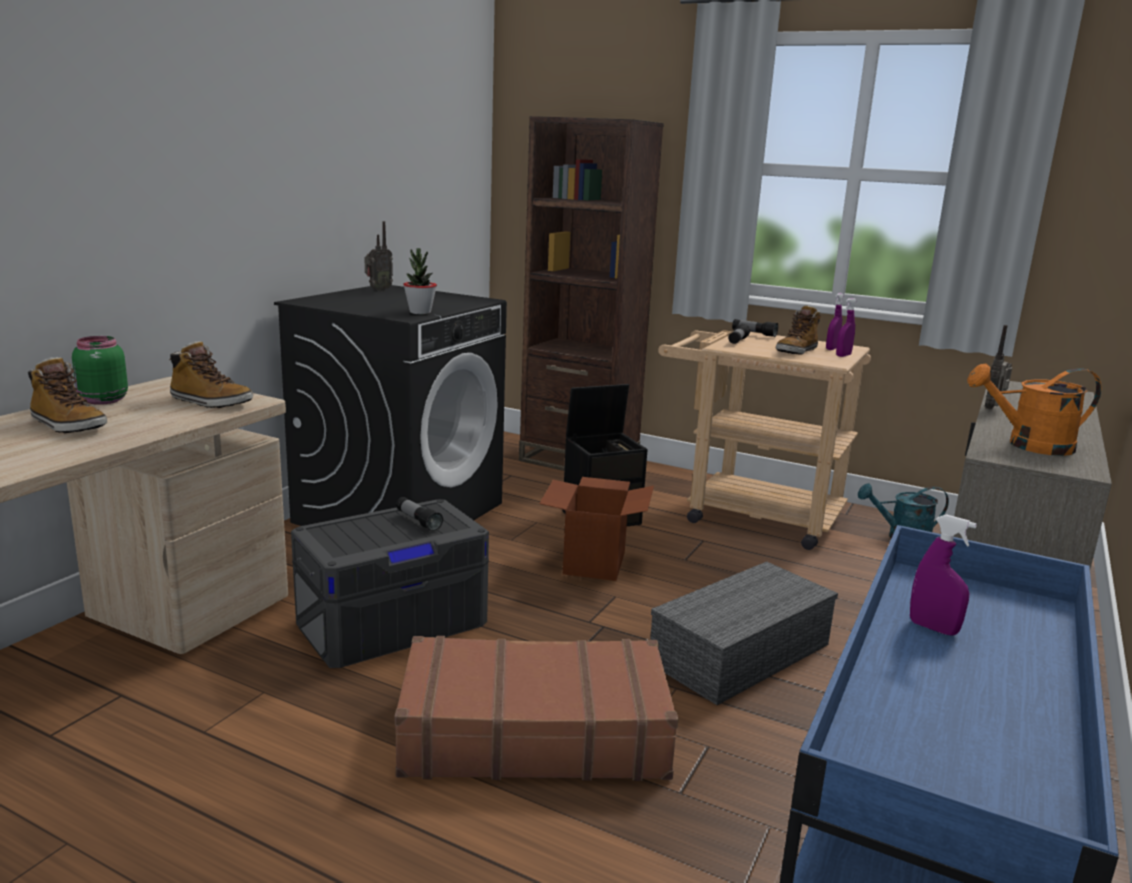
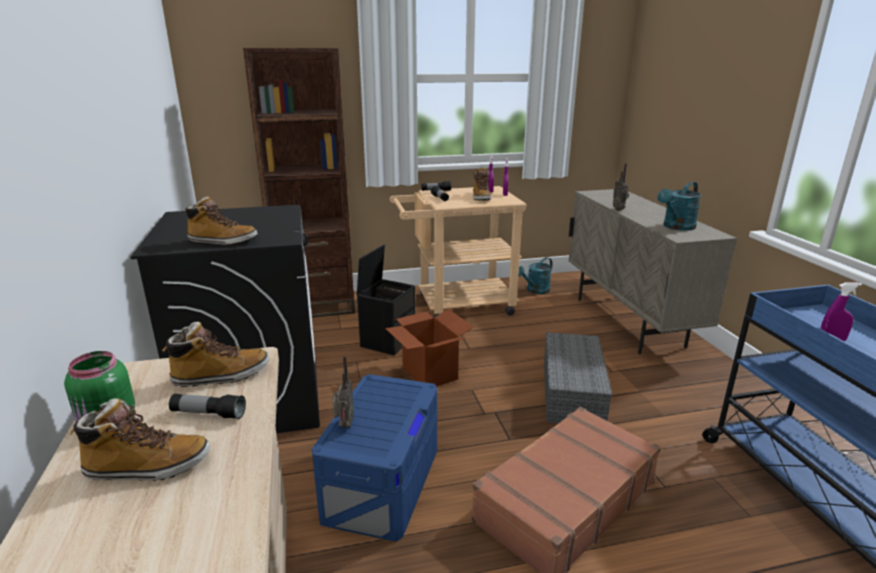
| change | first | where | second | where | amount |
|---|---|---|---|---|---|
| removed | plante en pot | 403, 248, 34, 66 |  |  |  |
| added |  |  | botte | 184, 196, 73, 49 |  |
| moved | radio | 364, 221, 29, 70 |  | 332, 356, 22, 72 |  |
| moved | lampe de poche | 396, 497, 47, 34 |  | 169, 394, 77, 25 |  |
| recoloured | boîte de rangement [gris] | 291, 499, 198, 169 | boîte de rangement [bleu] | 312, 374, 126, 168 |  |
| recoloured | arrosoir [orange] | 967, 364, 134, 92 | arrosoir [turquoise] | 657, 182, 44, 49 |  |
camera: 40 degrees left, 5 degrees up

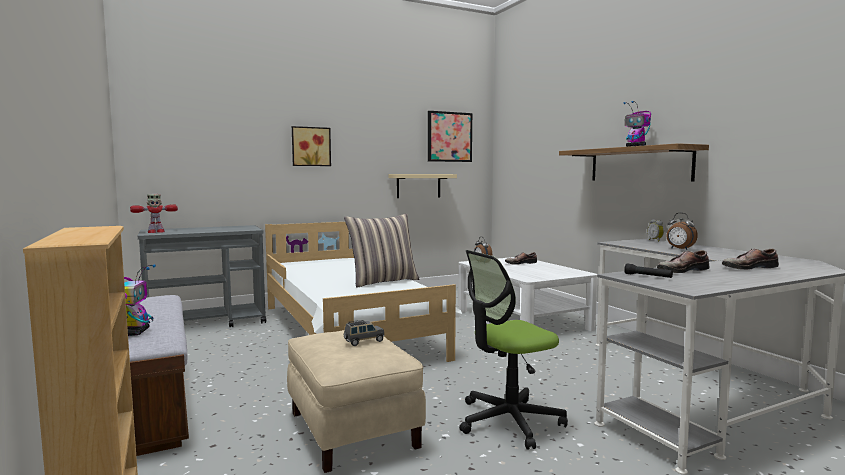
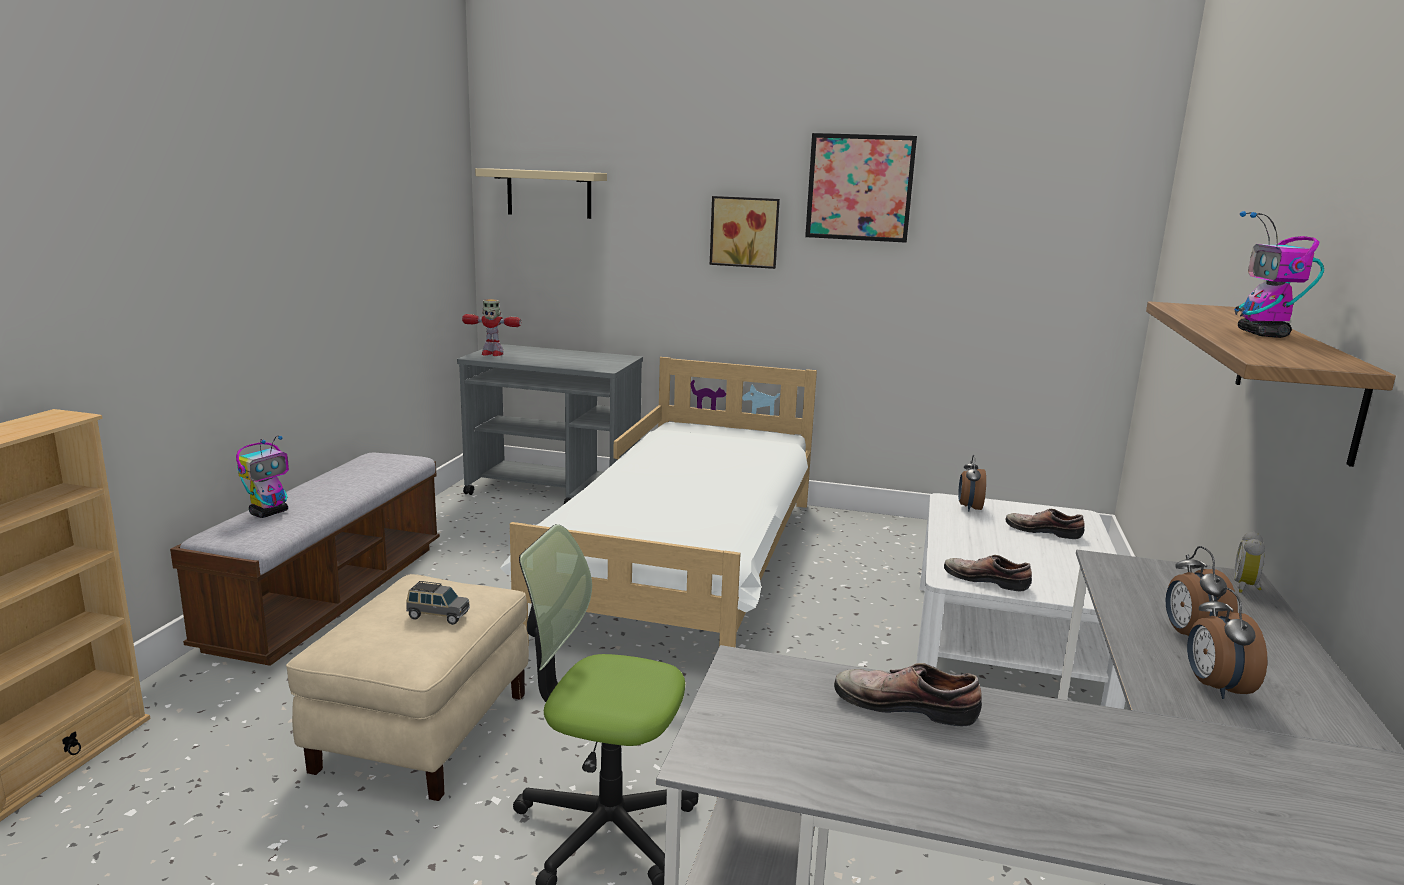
| change | first | where | second | where | amount |
|---|---|---|---|---|---|
| removed | coussin | 344, 214, 76, 74 |  |  |  |
| removed | lampe de poche [noir] | 624, 264, 49, 14 |  |  |  |
| added |  |  | réveil | 1187, 587, 80, 112 |  |
| moved | étagère [beige] | 389, 174, 68, 24 |  | 475, 168, 132, 51 |  |
| moved | tableau | 428, 111, 44, 51 |  | 805, 133, 112, 110 |  |
| moved | chaussure | 722, 249, 57, 21 |  | 944, 555, 88, 36 |  |
camera: 40 degrees right, 10 degrees up

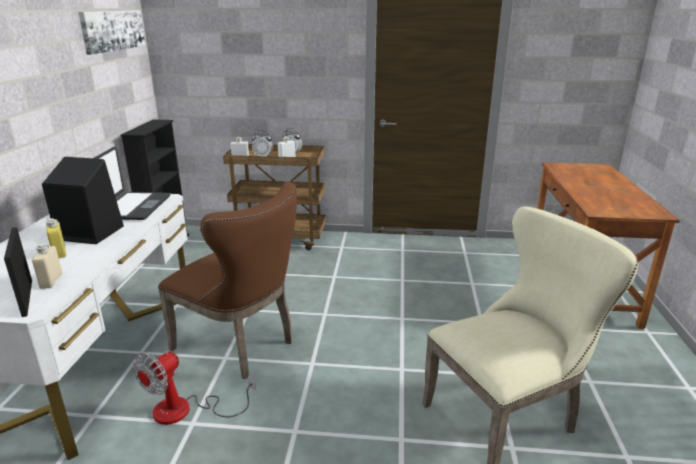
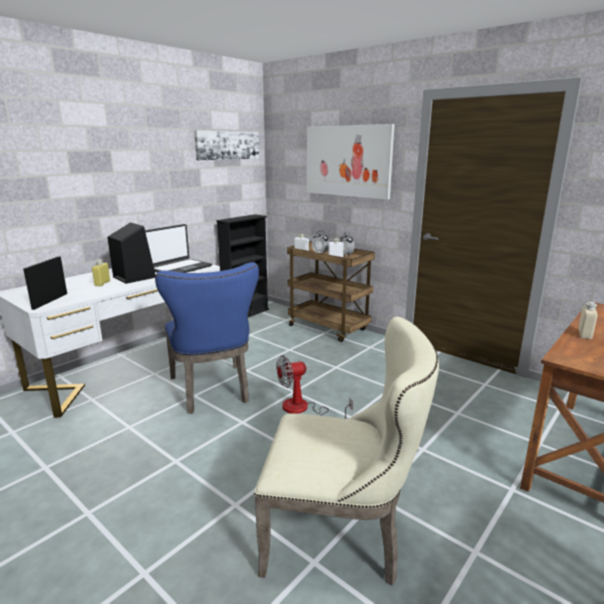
| change | first | where | second | where | amount |
|---|---|---|---|---|---|
| added |  |  | tableau | 307, 124, 88, 76 |  |
| moved | bouteille [beige] | 32, 243, 30, 46 |  | 578, 302, 20, 37 |  |
| moved | ventilateur | 133, 351, 123, 74 |  | 276, 355, 77, 64 |  |
| recoloured | chaise [marron] | 158, 181, 139, 198 | chaise [bleu] | 155, 262, 104, 152 |  |
camera: 35 degrees right, 5 degrees down

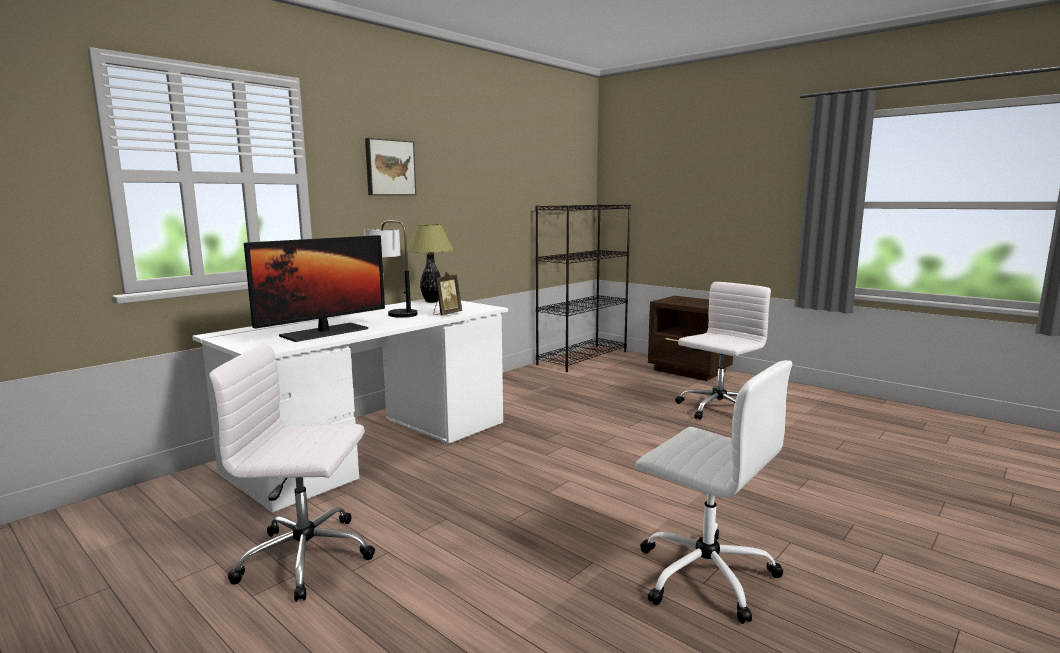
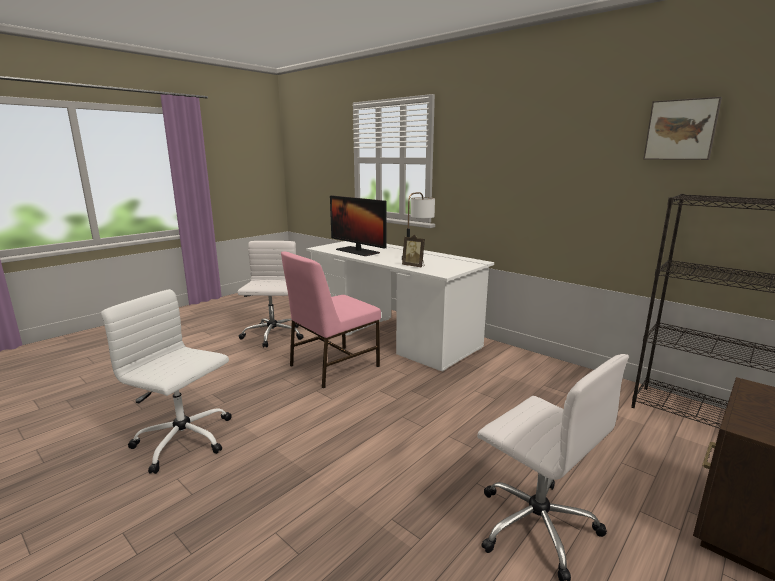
| change | first | where | second | where | amount |
|---|---|---|---|---|---|
| removed | lampe de table | 407, 224, 47, 79 |  |  |  |
| added |  |  | chaise [rose] | 281, 251, 100, 137 |  |
| moved | tableau | 365, 138, 51, 57 |  | 644, 97, 78, 63 |  |
| turned | chaise de bureau [blanc] | 635, 360, 157, 264 |  | 101, 289, 131, 185 | 75 degrees clockwise |
camera: 90 degrees right, 5 degrees up

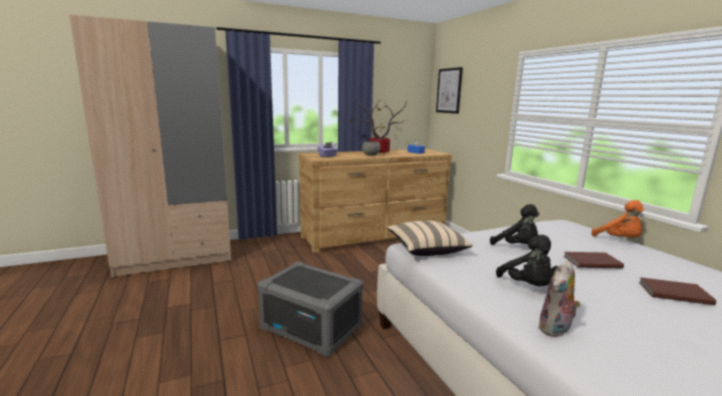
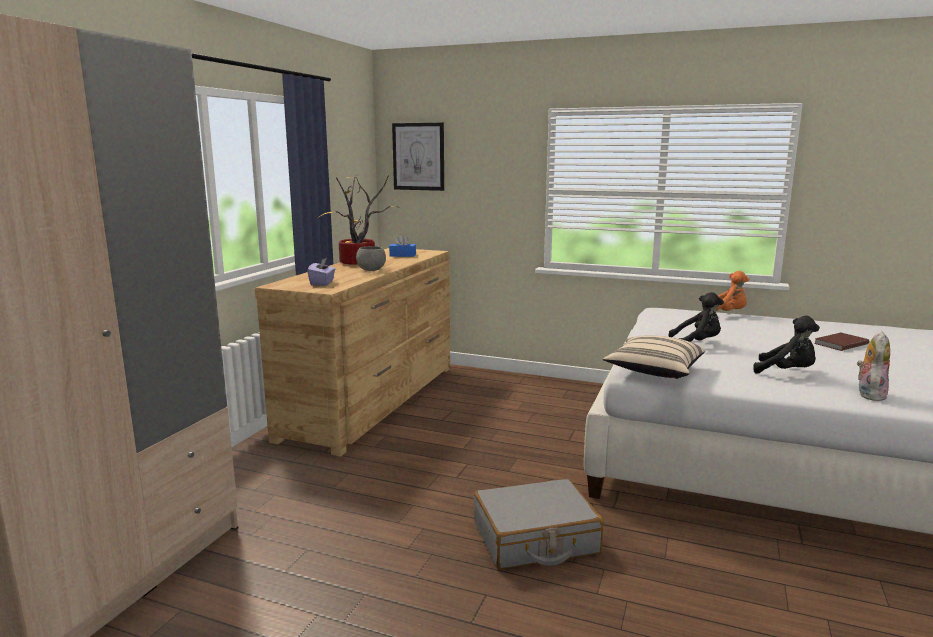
| change | first | where | second | where | amount |
|---|---|---|---|---|---|
| removed | livre [marron] | 563, 252, 61, 16 |  |  |  |
| replaced | boîte de rangement [gris] | 258, 261, 105, 96 | valise [gris] | 474, 479, 129, 90 |  |
| turned | peluche | 538, 260, 43, 78 |  | 857, 331, 33, 70 | 150 degrees counterclockwise |
camera: 45 degrees left, 0 degrees up

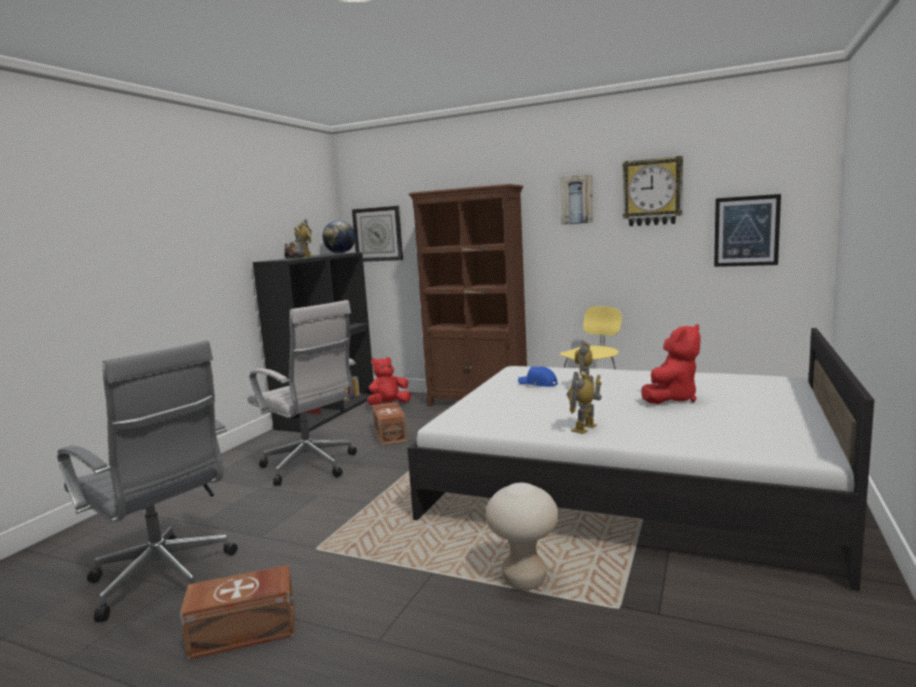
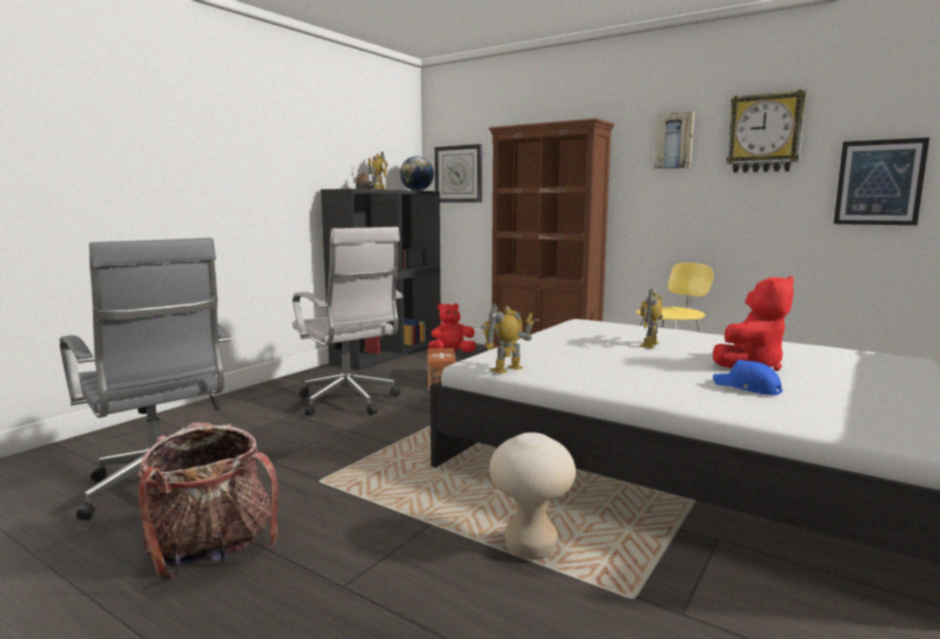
| change | first | where | second | where | amount |
|---|---|---|---|---|---|
| moved | casquette [bleu] | 518, 367, 40, 20 |  | 713, 360, 70, 35 |  |
| moved | robot jouet | 567, 372, 35, 62 |  | 481, 304, 53, 70 |  |
| replaced | boîte de rangement [marron] | 180, 565, 115, 95 | sac à dos | 138, 422, 140, 158 |  |
camera: 10 degrees right, 0 degrees up

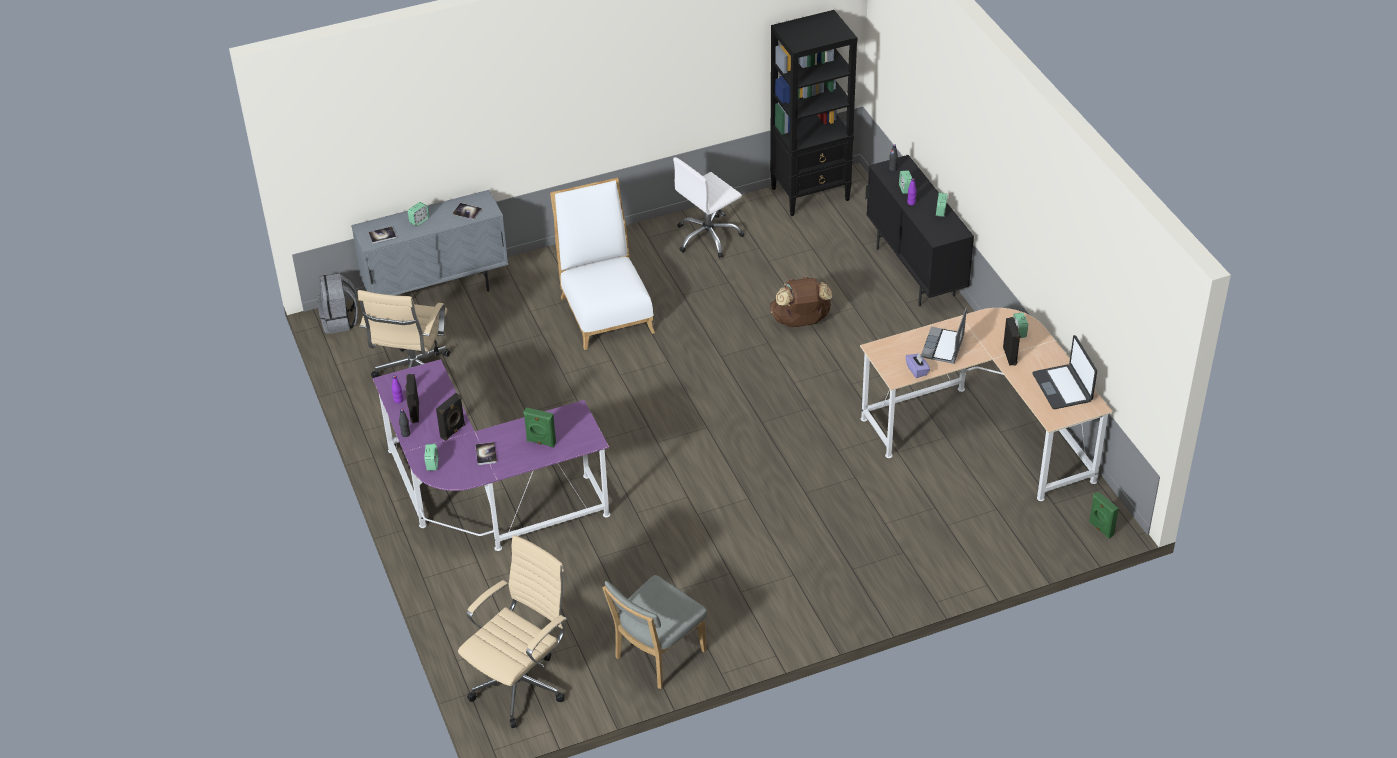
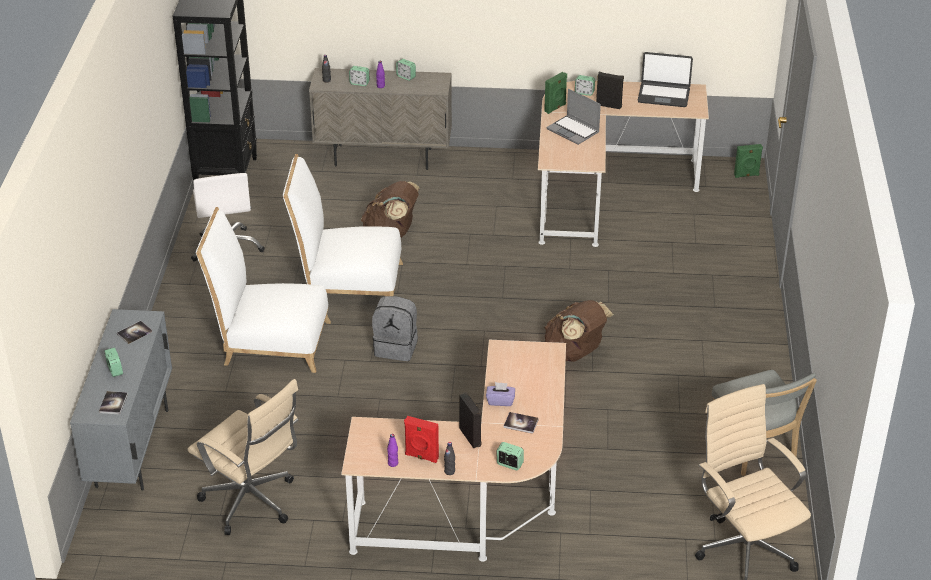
| change | first | where | second | where | amount |
|---|---|---|---|---|---|
| added |  |  | chaise [blanc] | 283, 154, 120, 142 |  |
| added |  |  | sac à dos [marron] | 545, 300, 69, 62 |  |
| moved | sac à dos [gris] | 317, 273, 41, 61 |  | 372, 296, 46, 65 |  |
| moved | enceinte [vert] | 523, 407, 33, 40 |  | 544, 72, 23, 42 |  |
| moved | boîte à mouchoirs [violet] | 906, 353, 24, 25 |  | 486, 382, 29, 24 |  |
| recoloured | bureau [violet] | 373, 359, 237, 192 | bureau [beige] | 341, 340, 225, 222 |  |
| recoloured | enceinte [noir] | 405, 374, 14, 49 | enceinte [rouge] | 404, 416, 35, 47 |  |
| recoloured | meuble de rangement [noir] | 865, 155, 109, 152 | meuble de rangement [beige] | 309, 68, 143, 102 |  |
camera: 65 degrees left, 5 degrees down

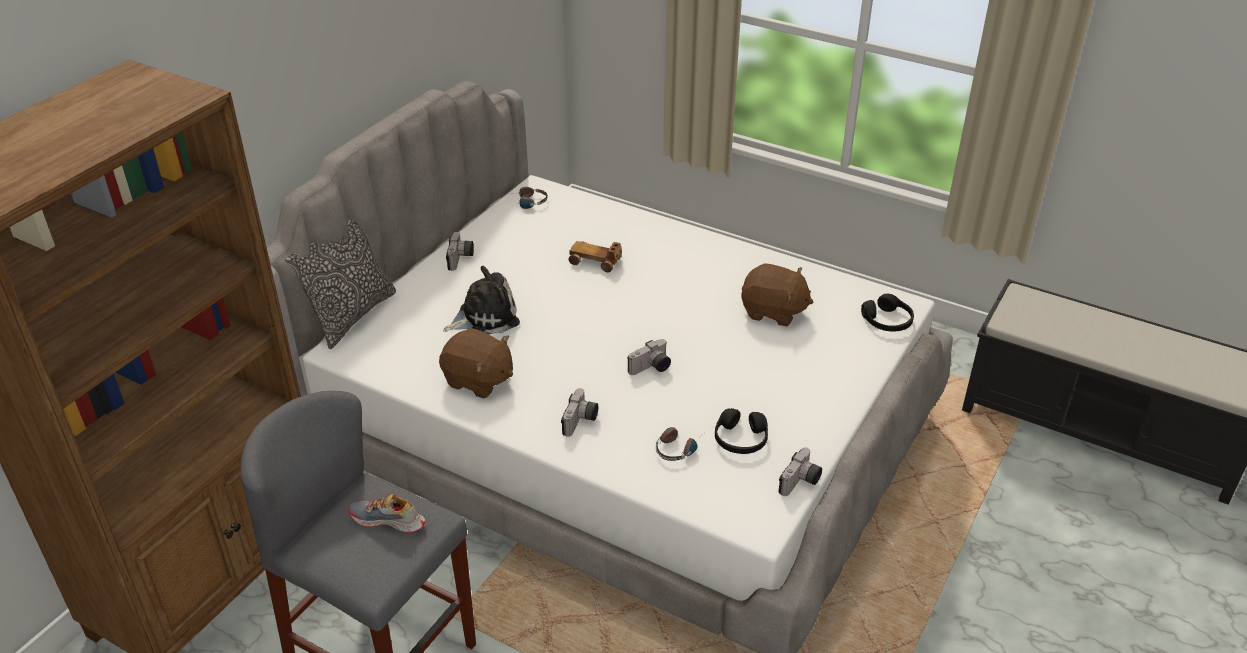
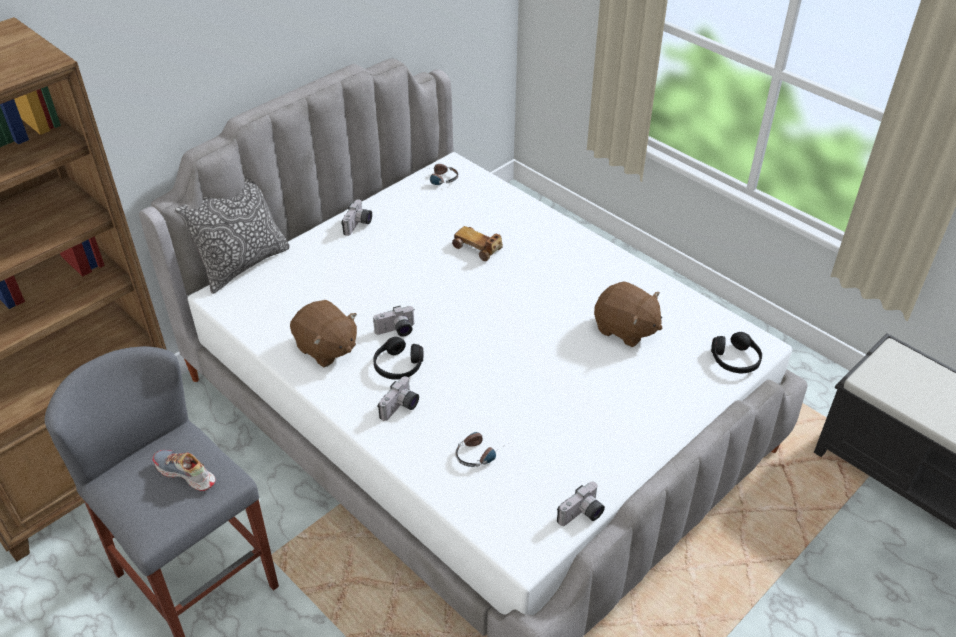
| change | first | where | second | where | amount |
|---|---|---|---|---|---|
| removed | peluche | 443, 266, 77, 68 |  |  |  |
| moved | appareil photo | 627, 339, 44, 36 |  | 373, 306, 41, 31 |  |
| moved | casque audio [noir] | 715, 408, 53, 46 |  | 373, 337, 50, 43 |  |
camera: 15 degrees right, 5 degrees up

